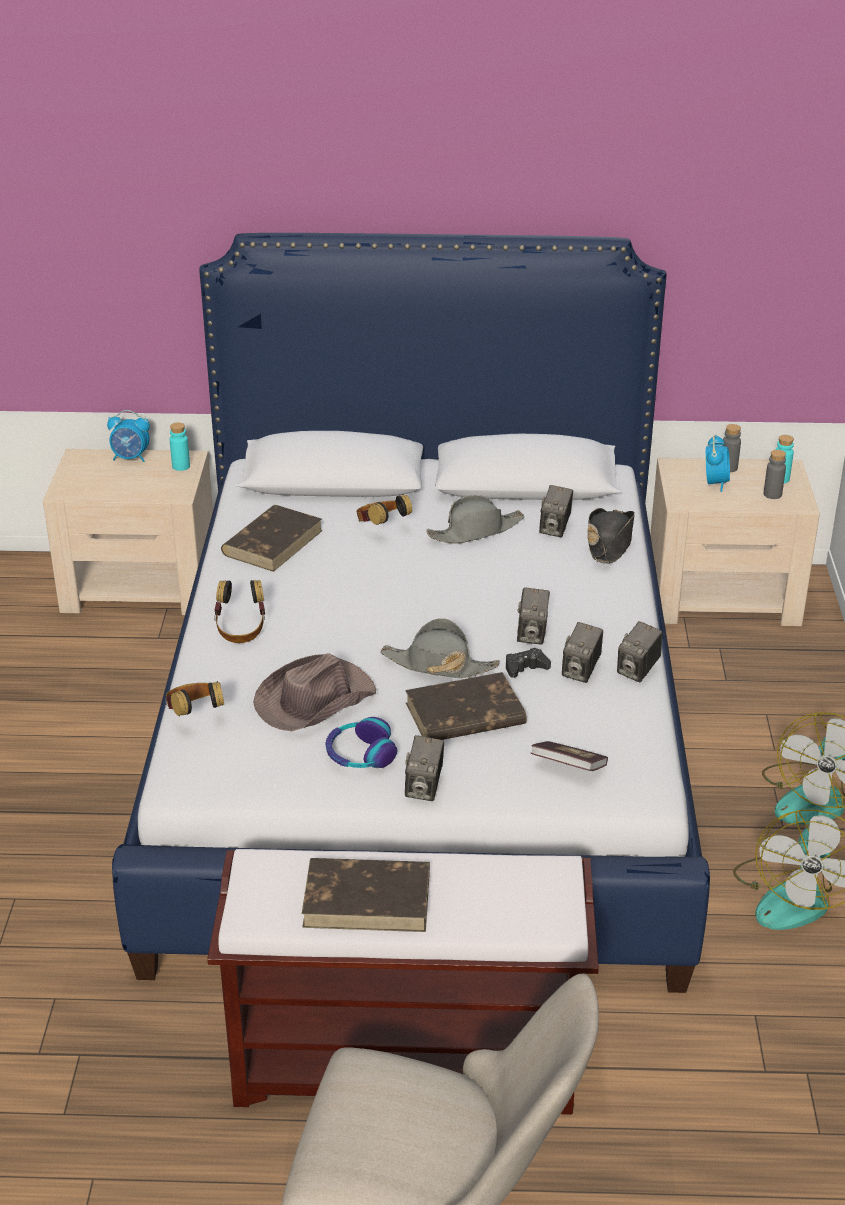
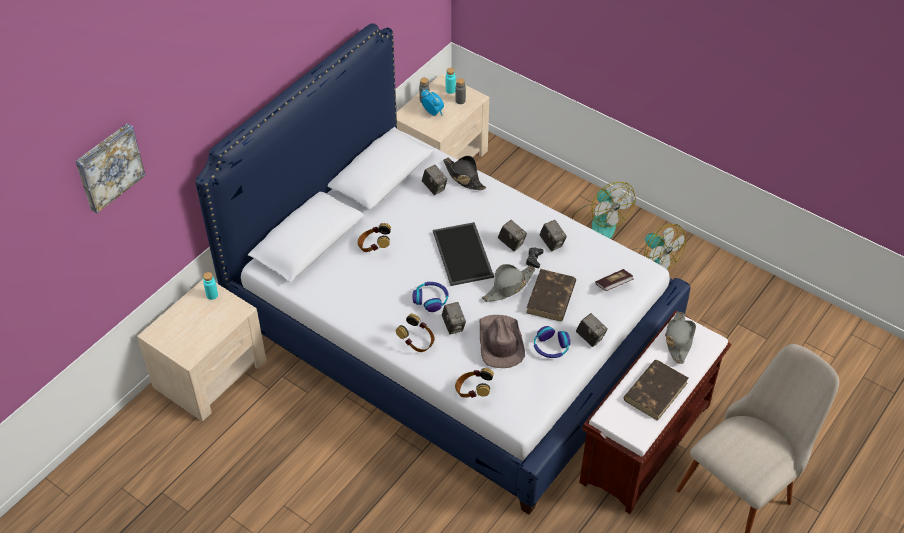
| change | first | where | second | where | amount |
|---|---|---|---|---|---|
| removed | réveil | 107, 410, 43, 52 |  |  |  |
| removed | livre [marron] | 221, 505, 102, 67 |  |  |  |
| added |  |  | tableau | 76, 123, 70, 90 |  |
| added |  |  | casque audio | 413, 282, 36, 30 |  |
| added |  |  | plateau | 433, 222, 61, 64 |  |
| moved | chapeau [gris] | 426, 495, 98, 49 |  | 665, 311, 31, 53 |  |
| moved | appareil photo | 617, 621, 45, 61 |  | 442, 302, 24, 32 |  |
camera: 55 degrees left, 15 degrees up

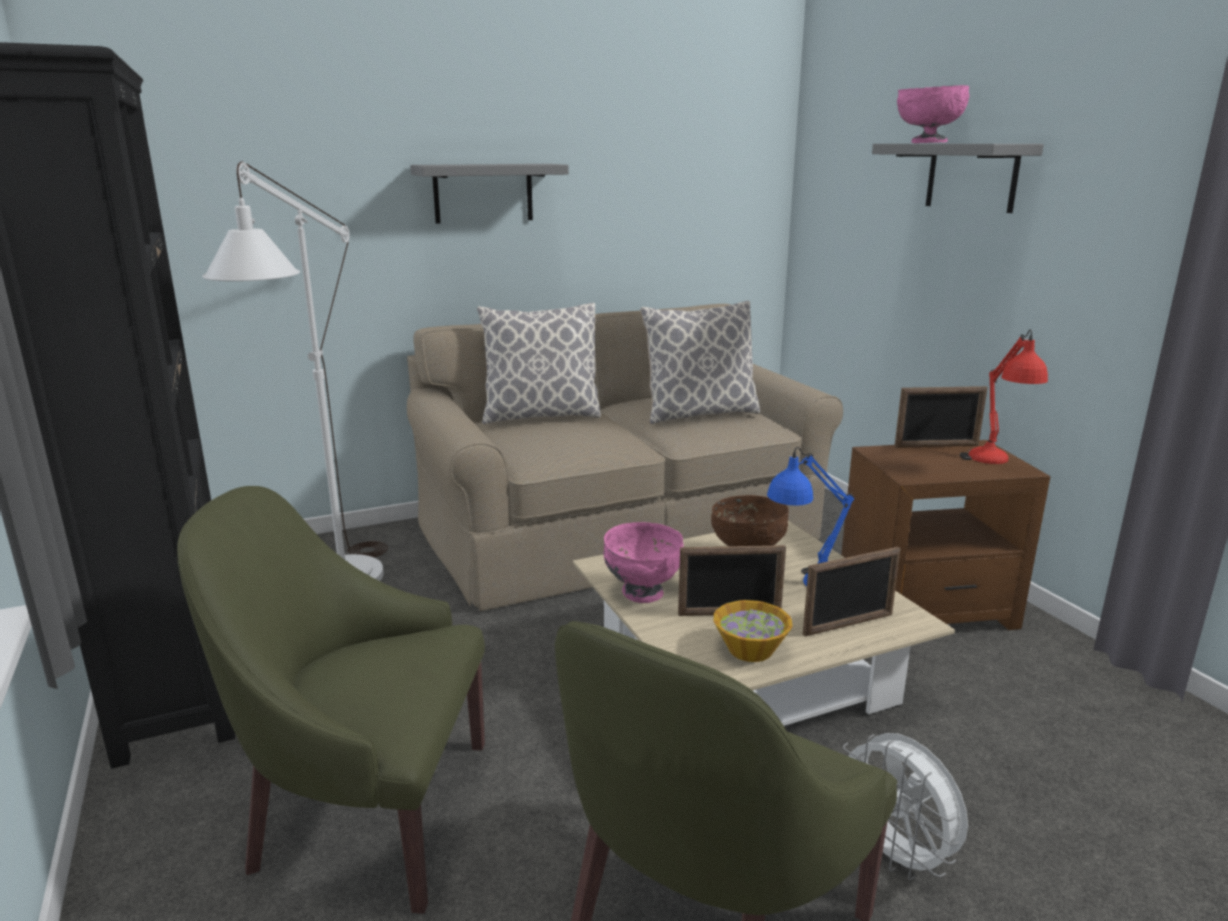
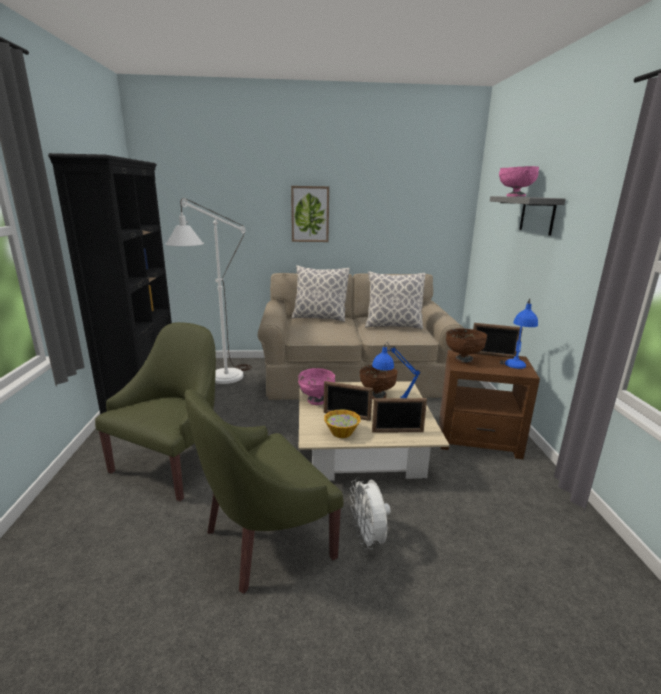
| change | first | where | second | where | amount |
|---|---|---|---|---|---|
| added |  |  | bol [marron] | 446, 328, 41, 36 |  |
| replaced | étagère [gris] | 410, 164, 159, 60 | tableau | 291, 186, 38, 56 |  |
| recoloured | lampe de table [rouge] | 960, 330, 88, 134 | lampe de table [bleu] | 500, 298, 38, 71 |  |
| turned | fauteuil [vert] | 177, 486, 308, 428 |  | 95, 322, 121, 179 | 90 degrees clockwise |
camera: 20 degrees right, 0 degrees up

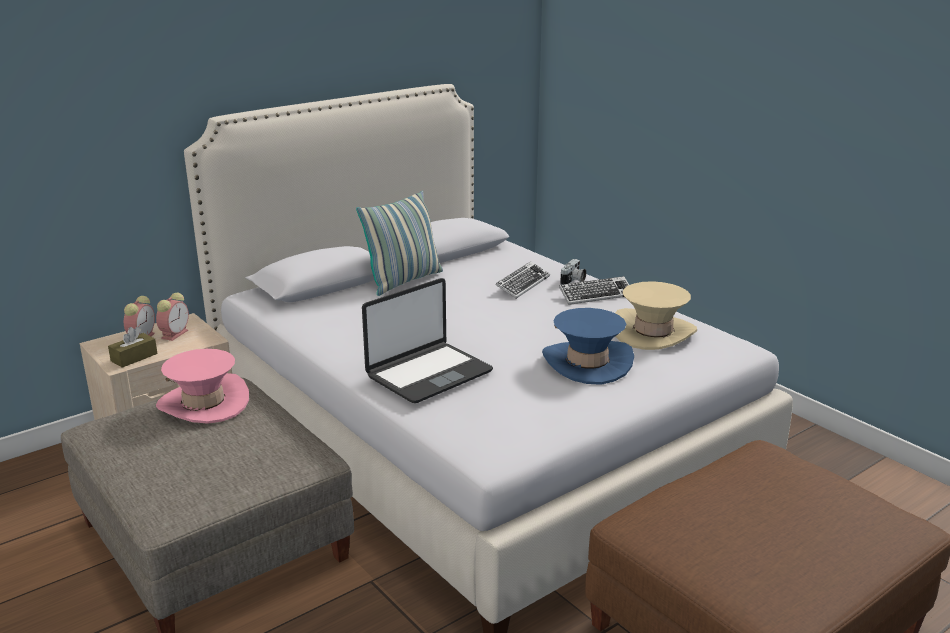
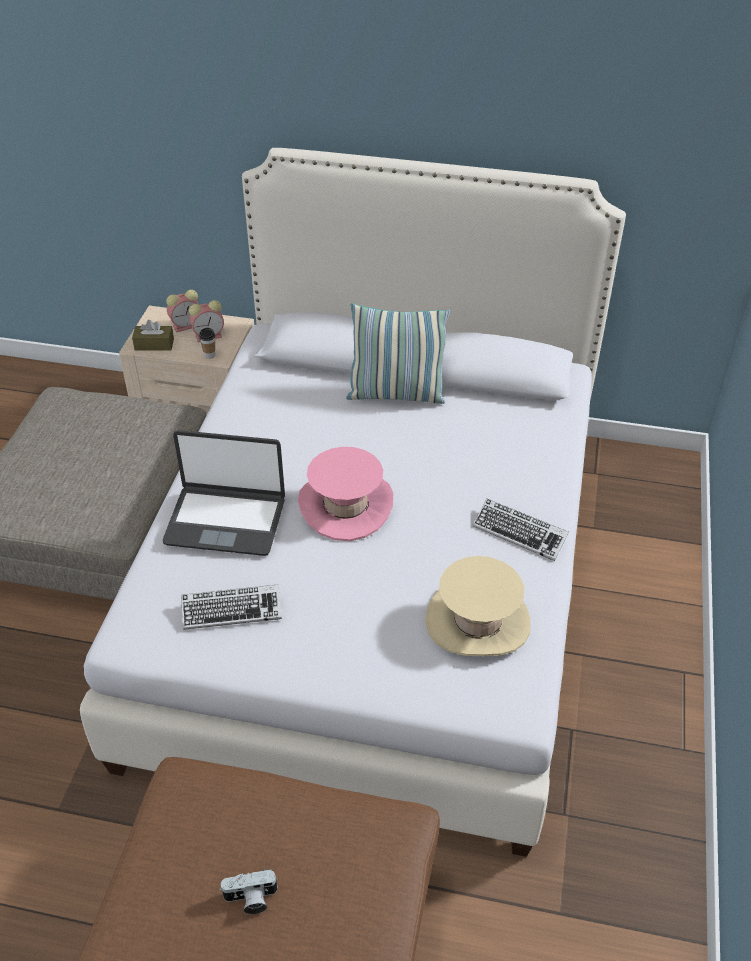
| change | first | where | second | where | amount |
|---|---|---|---|---|---|
| removed | chapeau [bleu] | 542, 308, 92, 77 |  |  |  |
| added |  |  | tasse | 199, 328, 16, 31 |  |
| moved | chapeau [rose] | 156, 349, 93, 75 |  | 298, 447, 95, 94 |  |
| moved | clavier | 496, 261, 54, 38 |  | 181, 584, 101, 46 |  |
| moved | appareil photo | 560, 259, 26, 26 |  | 220, 869, 58, 45 |  |
camera: 50 degrees right, 20 degrees up

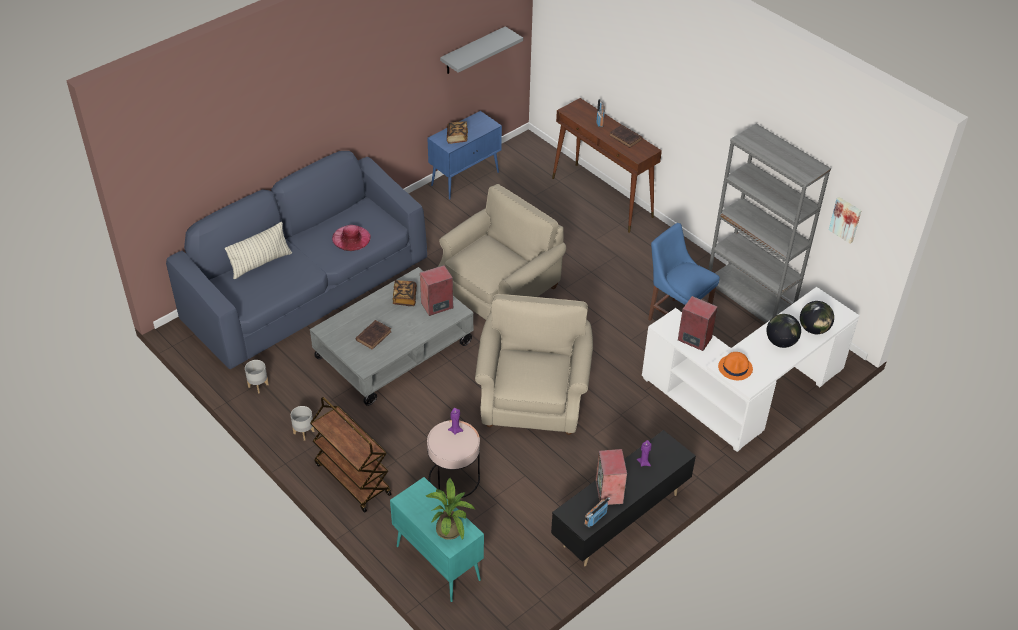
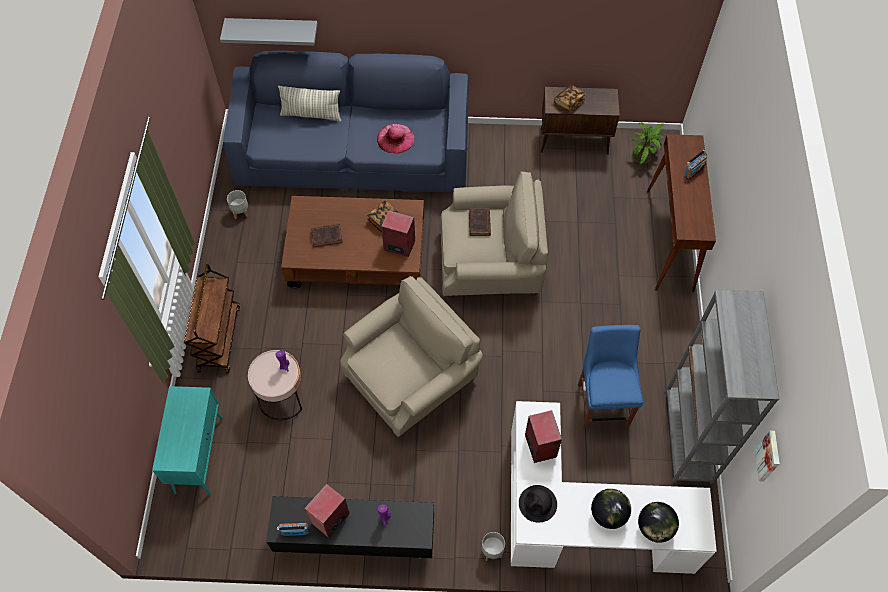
| change | first | where | second | where | amount |
|---|---|---|---|---|---|
| moved | cache-pot [gris] | 291, 406, 24, 35 |  | 482, 532, 23, 29 |  |
| moved | plante en pot | 426, 478, 49, 62 |  | 631, 122, 34, 42 |  |
| moved | étagère [gris] | 440, 26, 83, 48 |  | 220, 18, 98, 28 |  |
| moved | livre [marron] | 609, 125, 34, 23 |  | 469, 209, 22, 27 |  |
| recoloured | table basse [gris] | 310, 267, 163, 139 | table basse [marron] | 281, 196, 143, 92 |  |
| recoloured | meuble de rangement [bleu] | 427, 111, 75, 89 | meuble de rangement [marron] | 540, 87, 80, 68 |  |
| recoloured | chapeau [orange] | 718, 352, 35, 28 | chapeau [noir] | 519, 485, 38, 37 |  |
camera: 45 degrees right, 15 degrees up

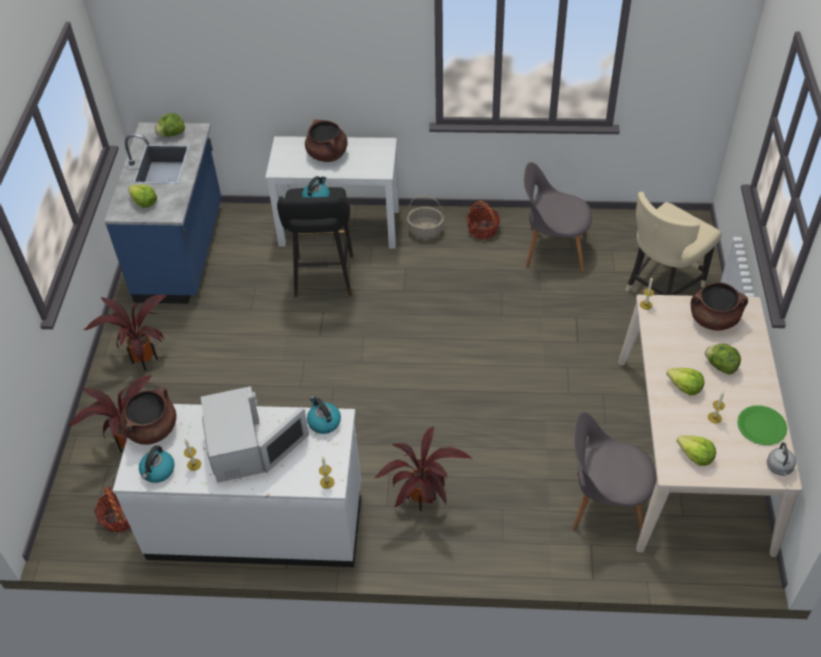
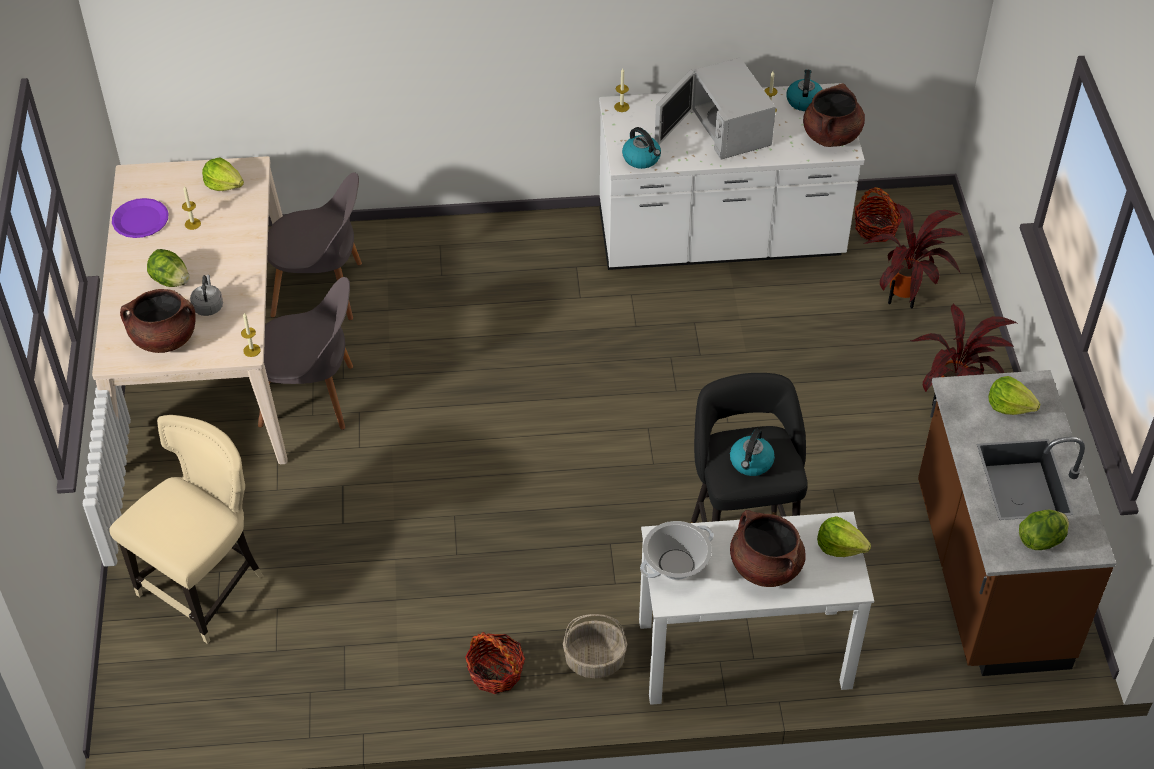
| change | first | where | second | where | amount |
|---|---|---|---|---|---|
| removed | plante en pot | 374, 427, 98, 84 |  |  |  |
| added |  |  | marmite | 640, 521, 74, 59 |  |
| moved | chaise [gris] | 524, 162, 68, 110 |  | 258, 277, 95, 153 |  |
| moved | laitue | 666, 368, 39, 27 |  | 817, 516, 54, 41 |  |
| moved | bouilloire [gris] | 767, 442, 29, 34 |  | 190, 275, 33, 41 |  |
| recoloured | comptoir de cuisine [bleu] | 104, 123, 117, 181 | comptoir de cuisine [marron] | 918, 370, 198, 306 |  |
| recoloured | assiette [vert] | 737, 405, 50, 40 | assiette [violet] | 112, 198, 56, 40 |  |
camera: 170 degrees right, 0 degrees up

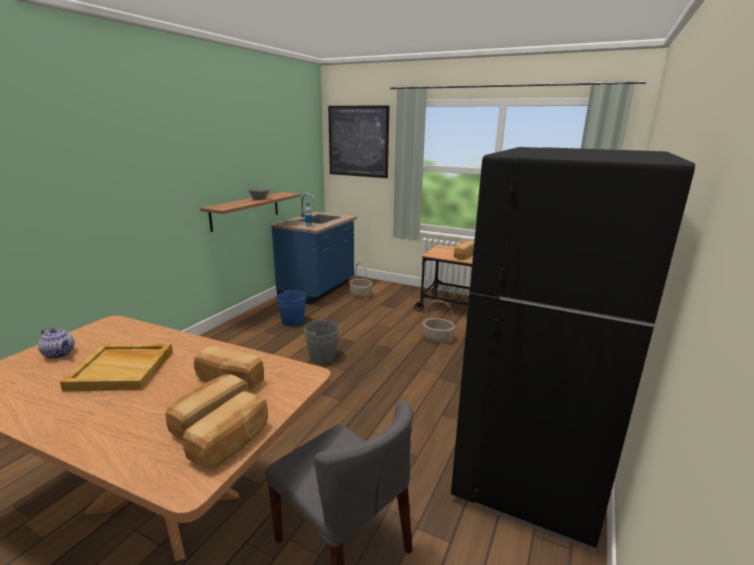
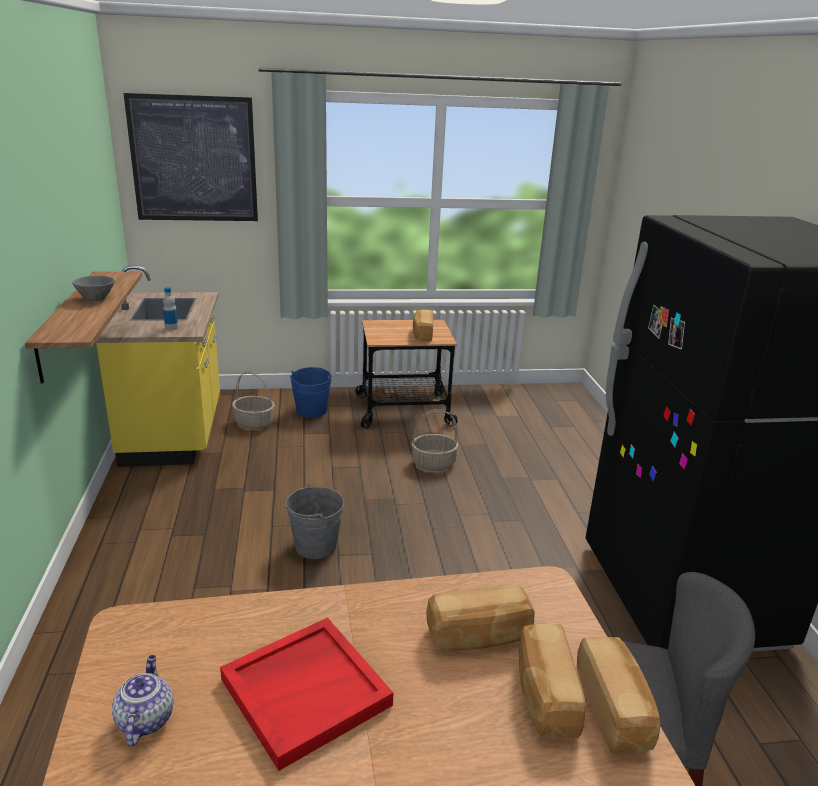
| change | first | where | second | where | amount |
|---|---|---|---|---|---|
| moved | seau [bleu] | 276, 290, 30, 36 |  | 290, 367, 42, 51 |  |
| recoloured | plateau [beige] | 60, 344, 113, 47 | plateau [rouge] | 220, 617, 173, 154 |  |
| recoloured | comptoir de cuisine [bleu] | 271, 193, 86, 112 | comptoir de cuisine [jaune] | 96, 265, 124, 202 |  |
| turned | théière | 38, 328, 37, 31 |  | 112, 655, 61, 92 | 90 degrees counterclockwise |
camera: 35 degrees left, 5 degrees up

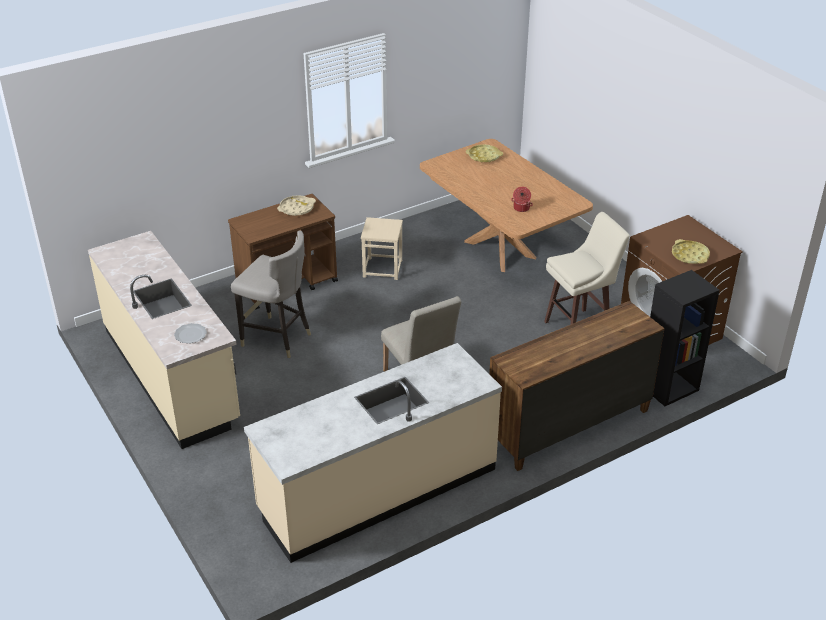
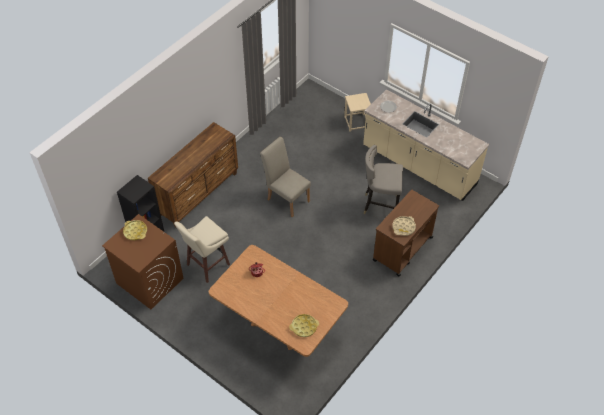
| change | first | where | second | where | amount |
|---|---|---|---|---|---|
| removed | comptoir de cuisine [beige] | 244, 343, 258, 220 |  |  |  |
| moved | tabouret [beige] | 361, 217, 42, 63 |  | 344, 93, 27, 39 |  |
camera: 160 degrees right, 15 degrees up

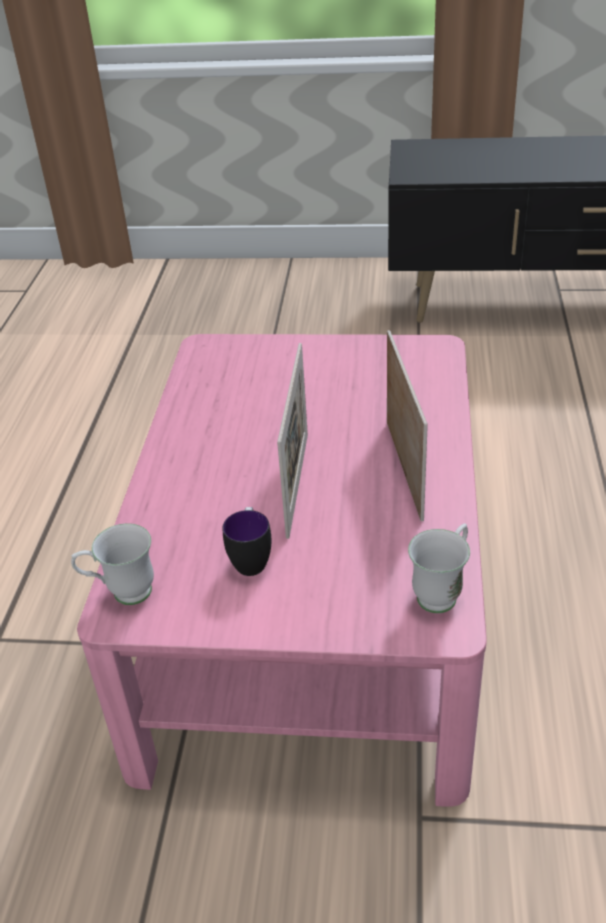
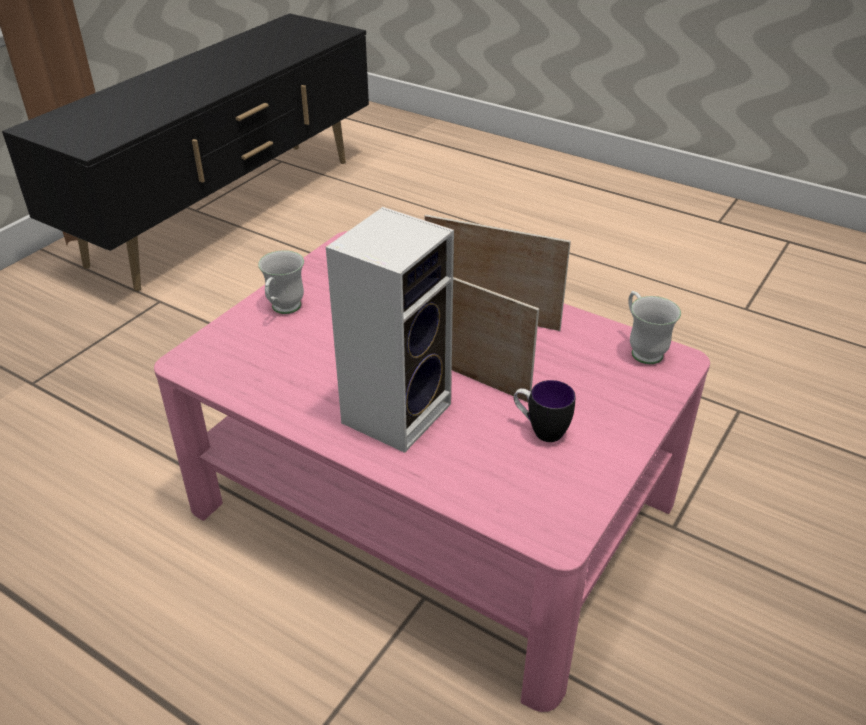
| change | first | where | second | where | amount |
|---|---|---|---|---|---|
| added |  |  | enceinte | 326, 207, 128, 246 |  |
| moved | mug [blanc] | 71, 523, 83, 82 |  | 258, 250, 46, 64 |  |
camera: 65 degrees left, 0 degrees up

